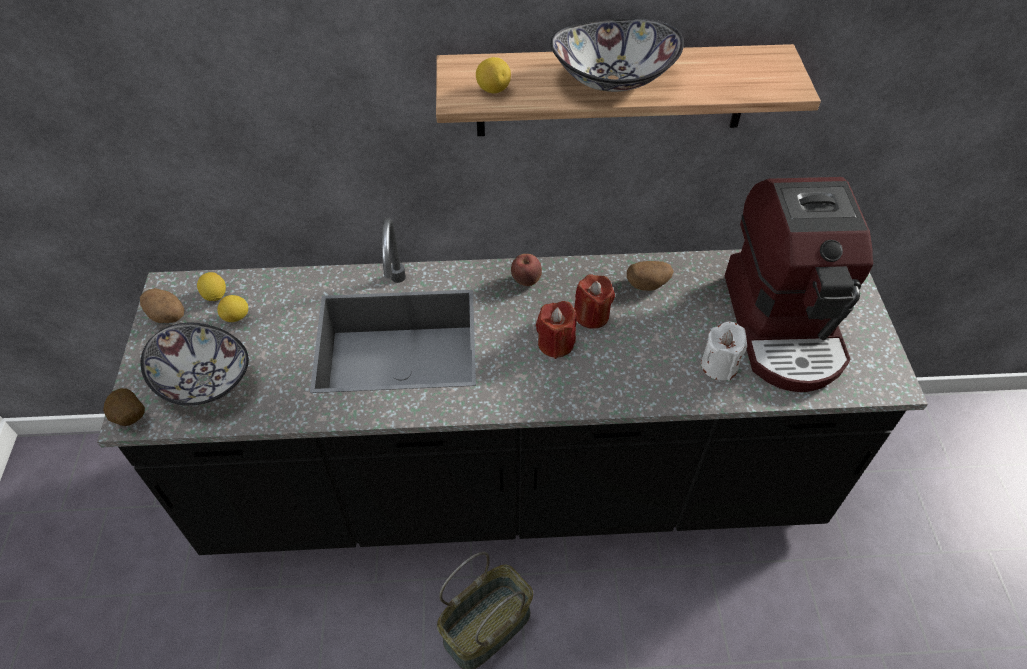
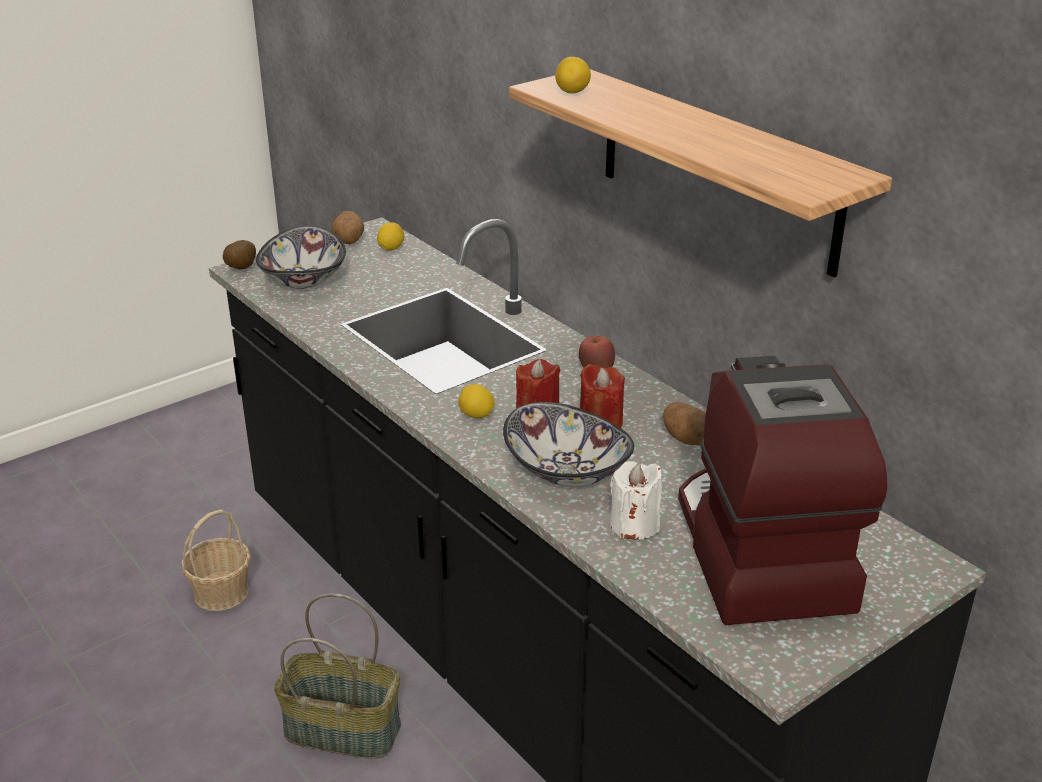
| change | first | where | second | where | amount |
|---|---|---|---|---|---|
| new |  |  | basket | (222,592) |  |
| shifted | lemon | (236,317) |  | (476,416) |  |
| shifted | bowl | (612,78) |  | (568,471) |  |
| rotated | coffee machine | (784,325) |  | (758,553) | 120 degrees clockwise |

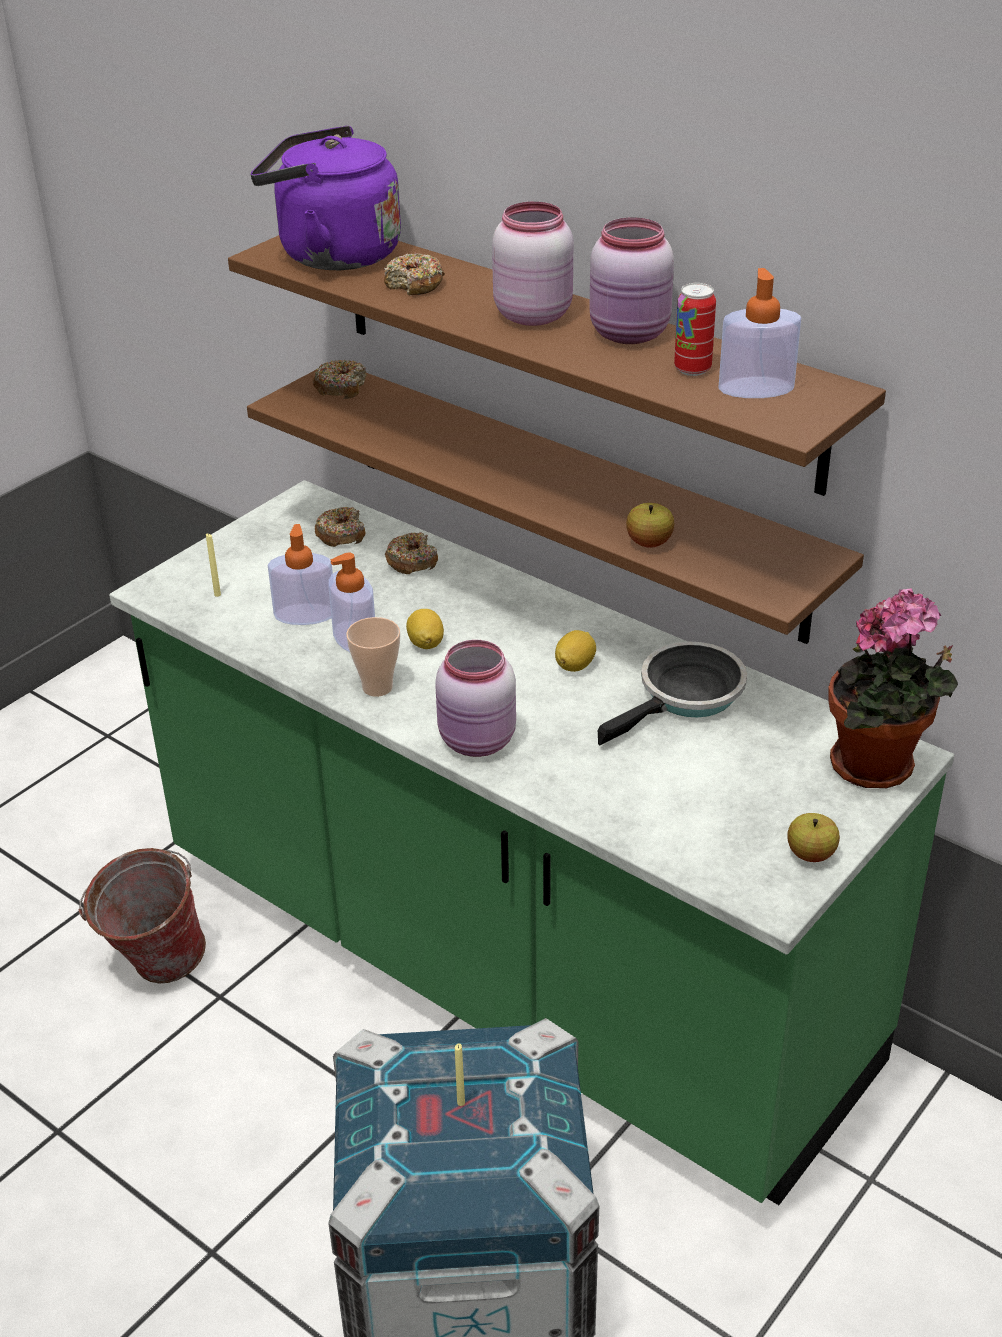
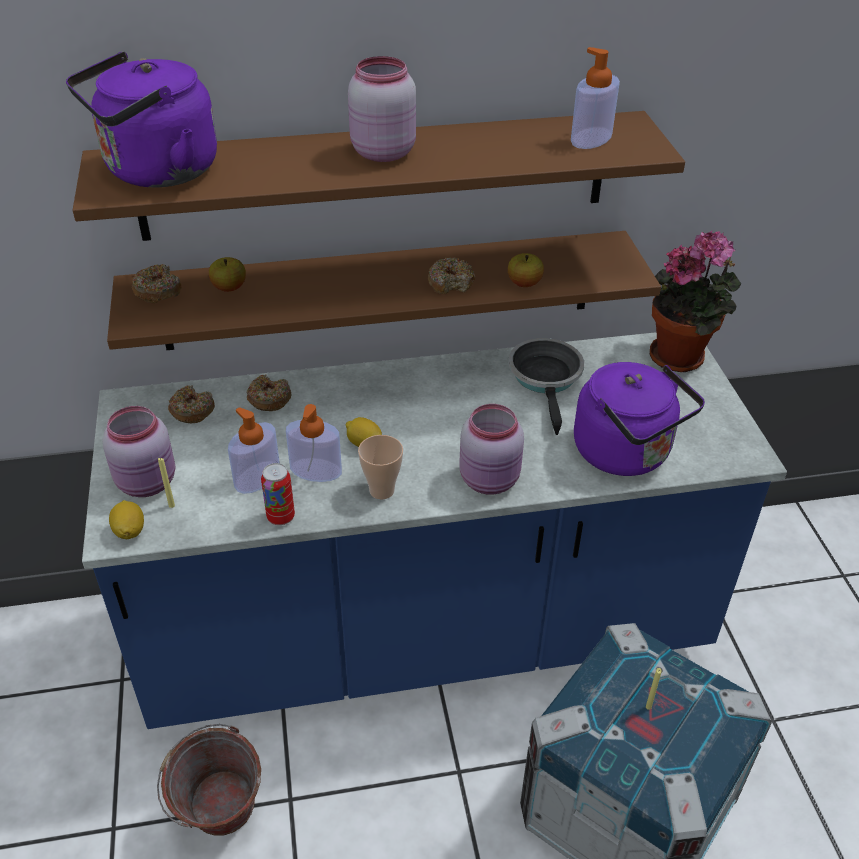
| change | first | where | second | where | amount |
|---|---|---|---|---|---|
| repainted | green counter | (507,965) | blue counter | (426,634) |  |
| shifted | pink jar | (631,334) |  | (148,482) |  |
| shifted | lemon | (575,665) |  | (129,531) |  |
| shifted | apple | (811,854) |  | (229,288) |  |
| shifted | can | (692,369) |  | (281,517) |  |
| shifted | donut | (414,284) |  | (451,283) |  |
| new |  |  | purple kettle | (627,454) |  |

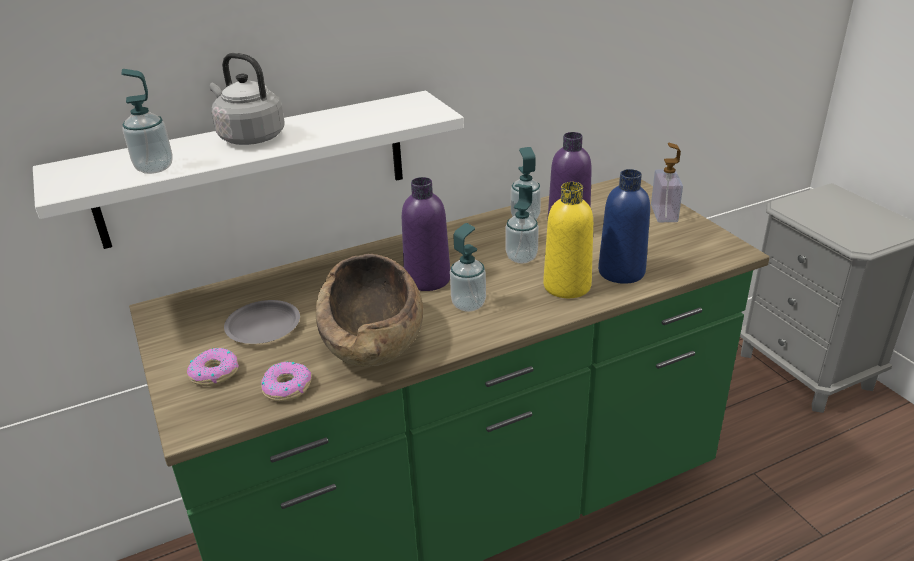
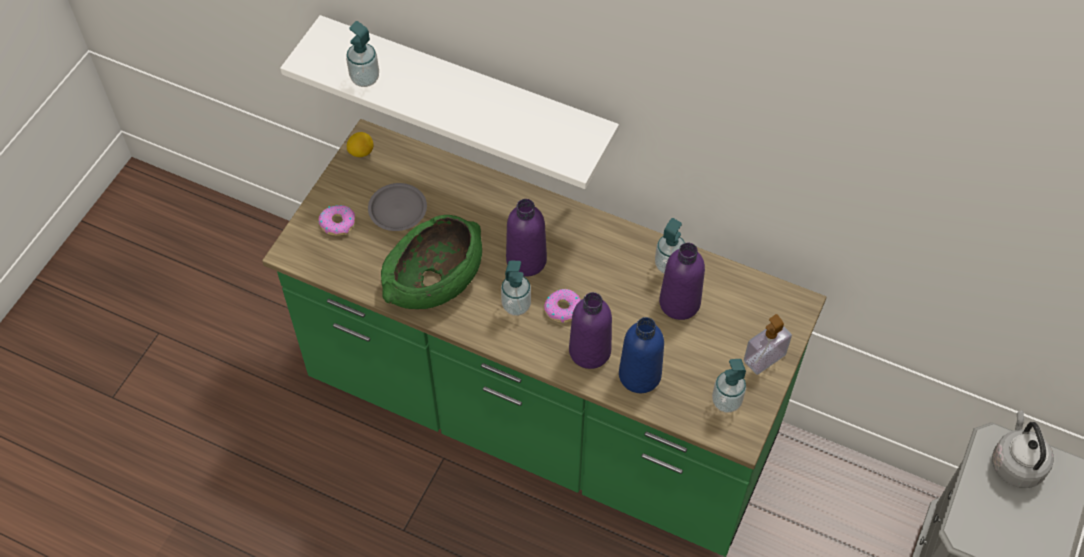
| change | first | where | second | where | amount |
|---|---|---|---|---|---|
| new |  |  | lemon | (361,152) |  |
| repainted | brown bowl | (374,339) | green bowl | (434,279) |  |
| shifted | donut | (287,387) |  | (563,309) |  |
| repainted | yellow bottle | (567,286) | purple bottle | (590,351) |  |
| shifted | soap dispenser | (521,257) |  | (726,401) |  |
| shifted | grey kettle | (249,137) |  | (1016,463) |  |

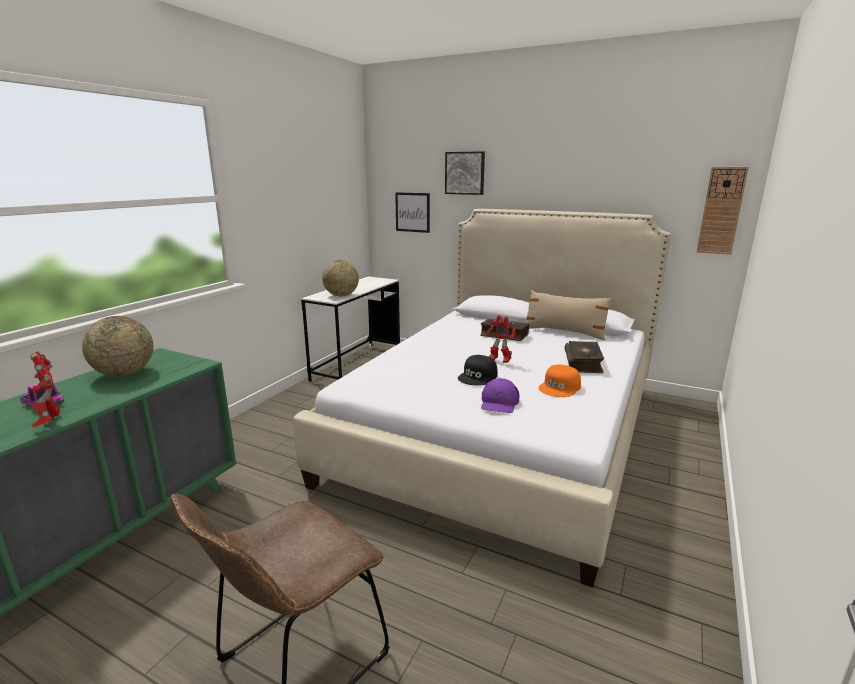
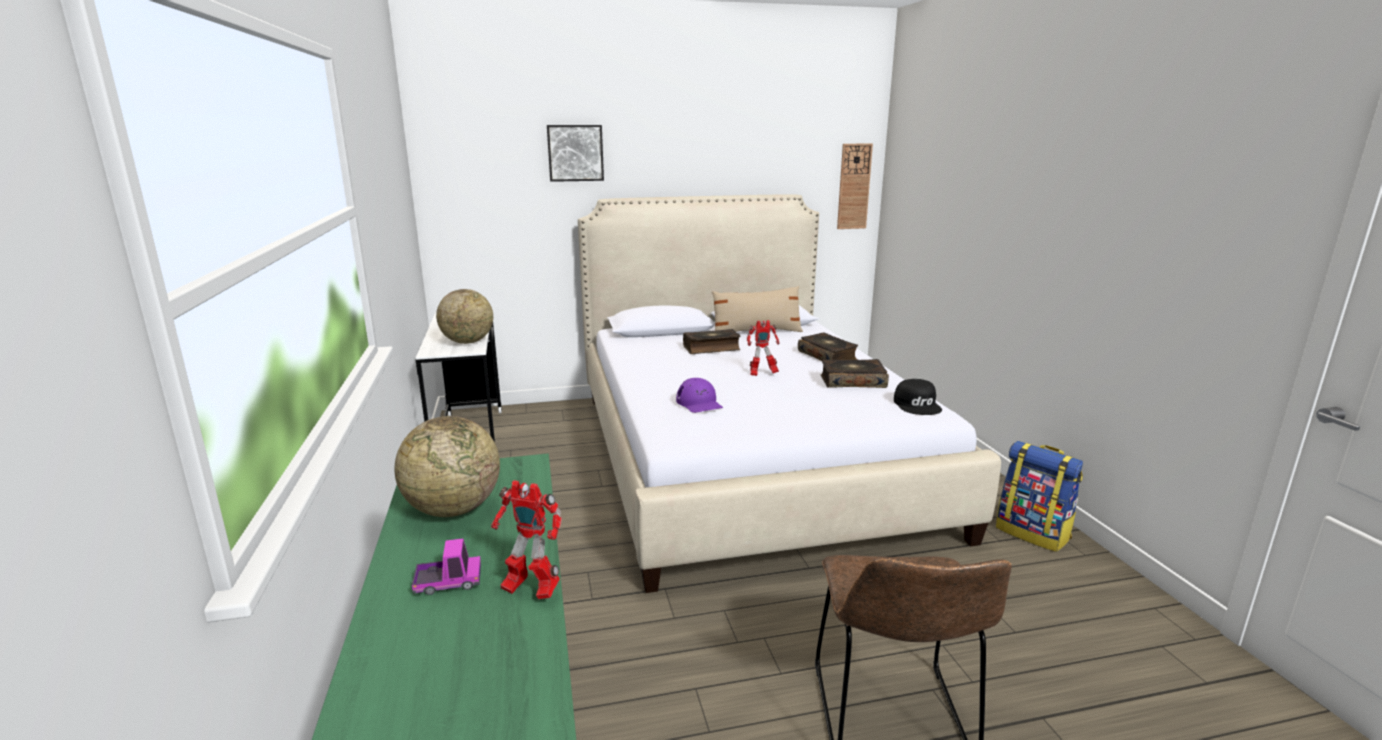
| change | first | where | second | where | amount |
|---|---|---|---|---|---|
| shifted | purple cap | (499,402) |  | (699,403) |  |
| swapped | orange cap | (560,387) | book | (852,382) |  |
| shifted | black cap | (478,377) |  | (918,405) |  |
| new |  |  | backpack | (1033,533) |  |
| gone | picture | (412,212) |  |  |  |

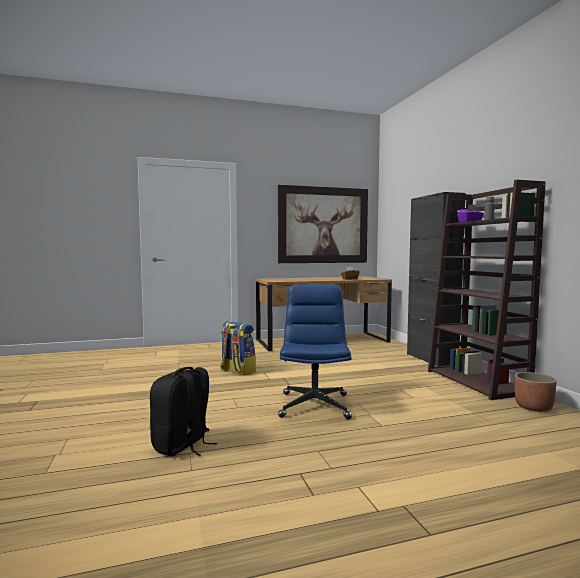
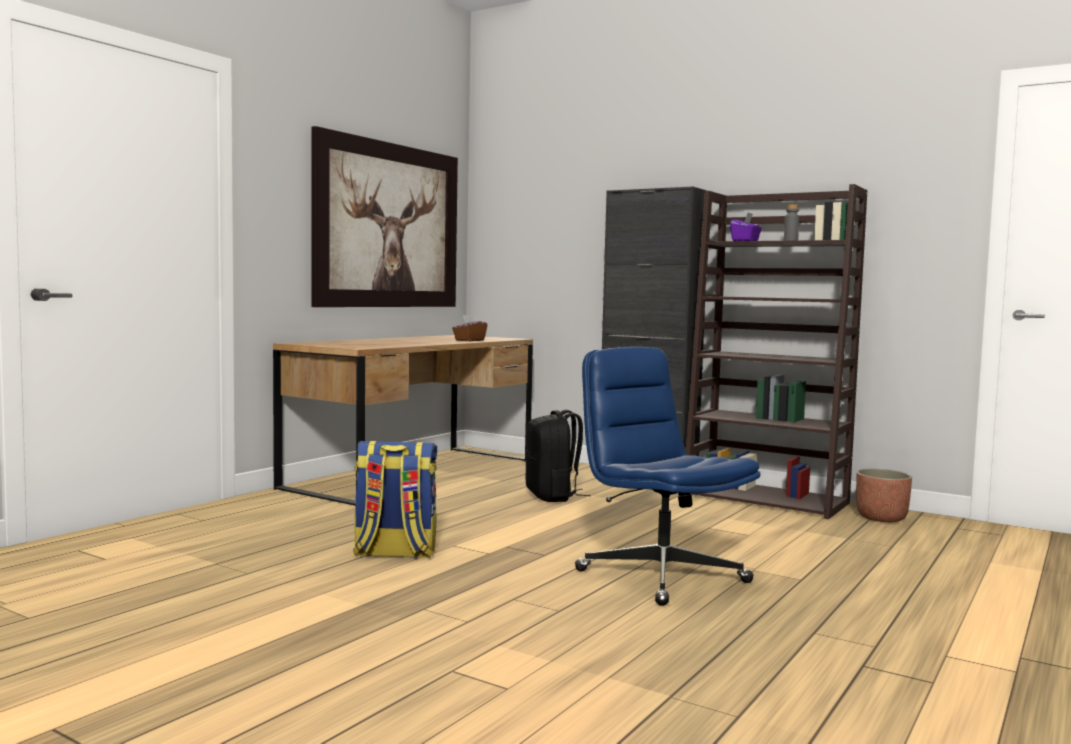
| change | first | where | second | where | amount |
|---|---|---|---|---|---|
| shifted | black backpack | (182,446) |  | (553,496) |  |

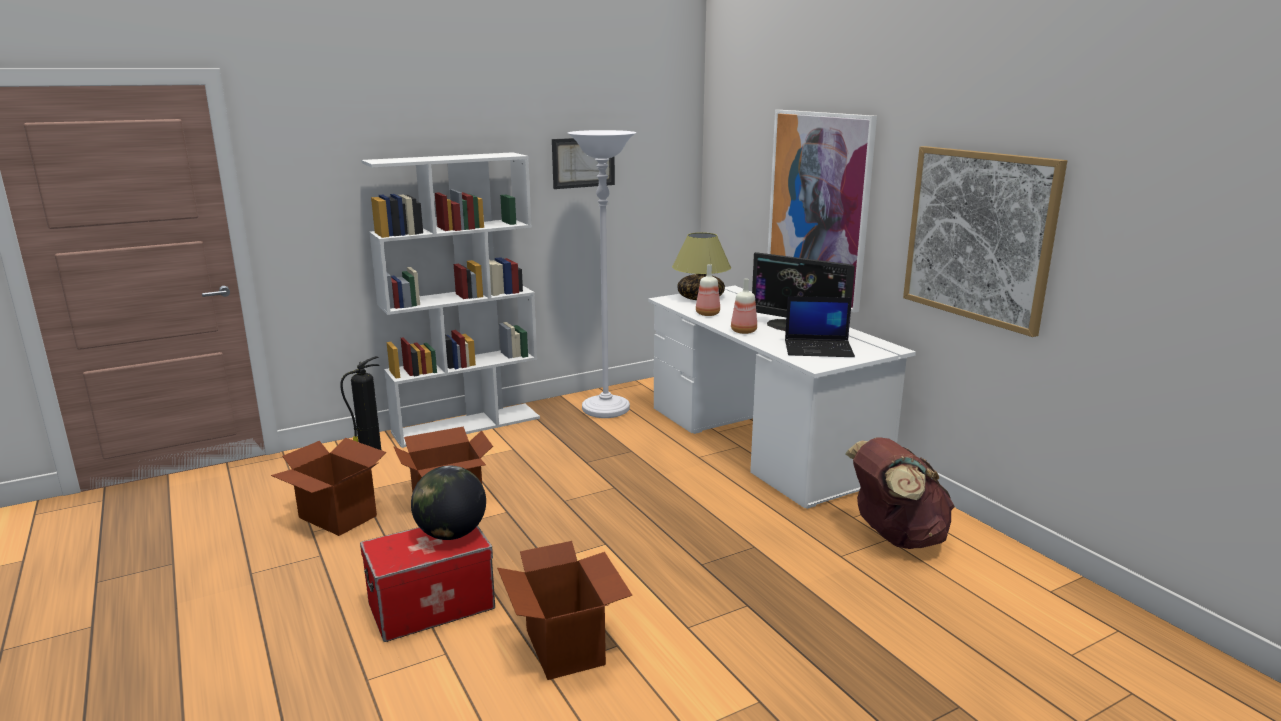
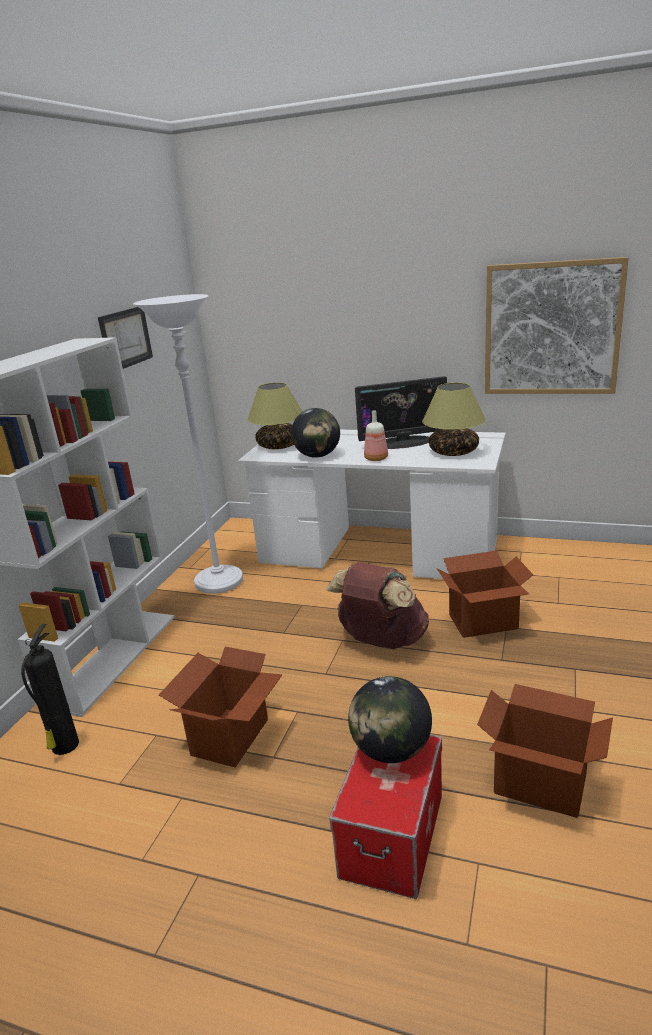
| change | first | where | second | where | amount |
|---|---|---|---|---|---|
| swapped | bottle | (707,314) | globe | (317,456) |  |
| shifted | brown backpack | (895,537) |  | (381,641) |  |
| swapped | laptop | (819,349) | table lamp | (453,452) |  |
| shifted | cardboard box | (337,517) |  | (483,622) |  |
| gone | picture | (818,207) |  |  |  |

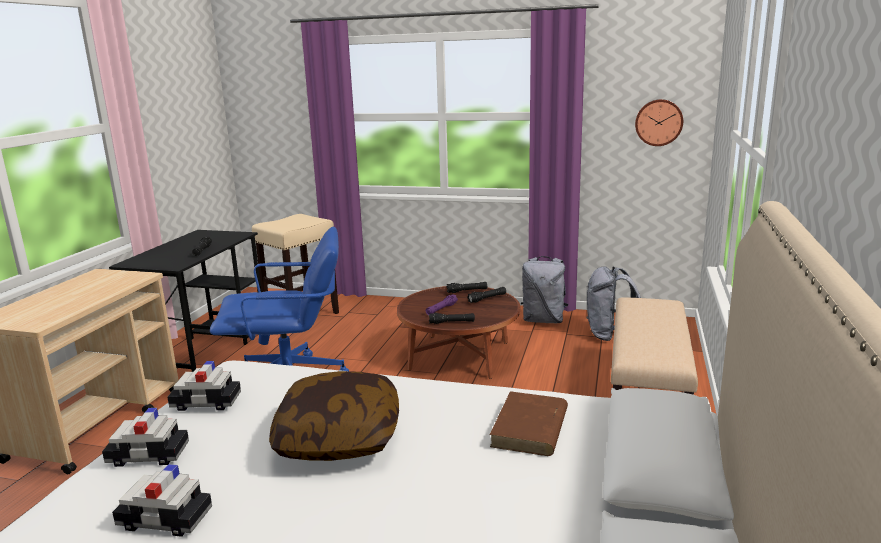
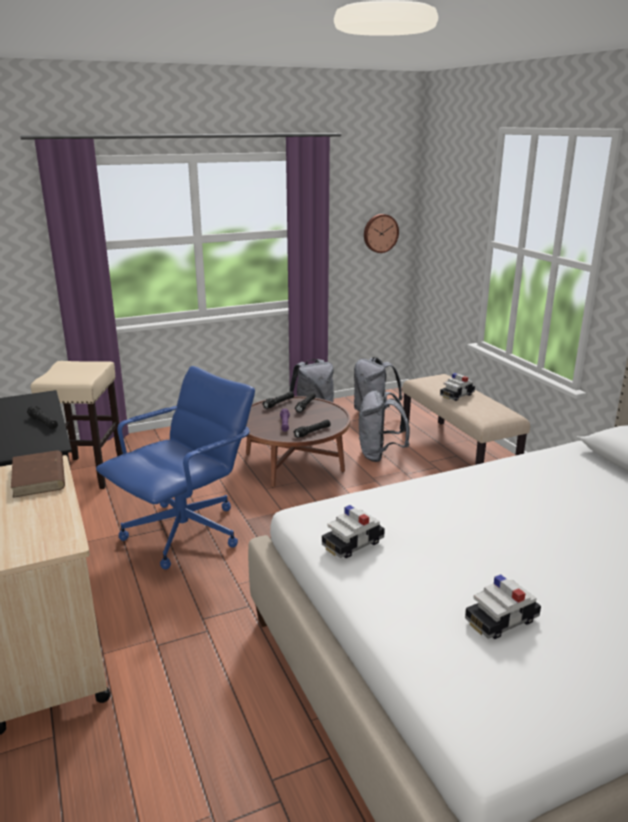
| change | first | where | second | where | amount |
|---|---|---|---|---|---|
| shifted | brown book | (530,428) |  | (39,477) |  |
| new |  |  | grey backpack | (380,455) |  |
| shifted | toy car | (148,455) |  | (456,395) |  |
| gone | pillow | (339,437) |  |  |  |

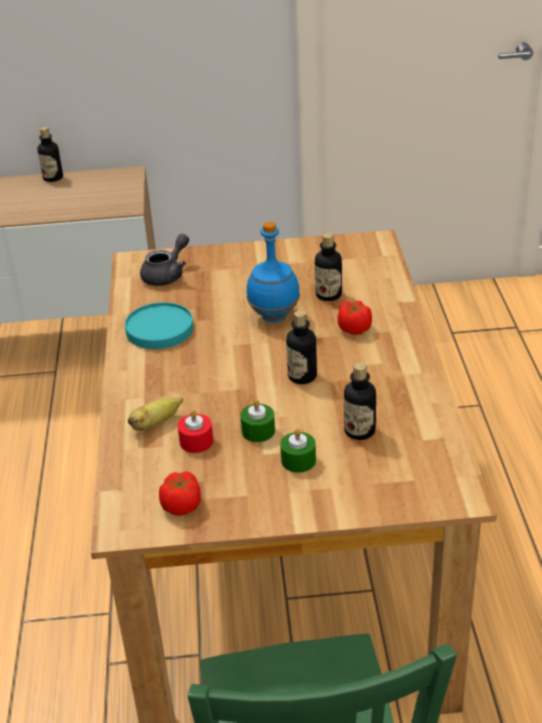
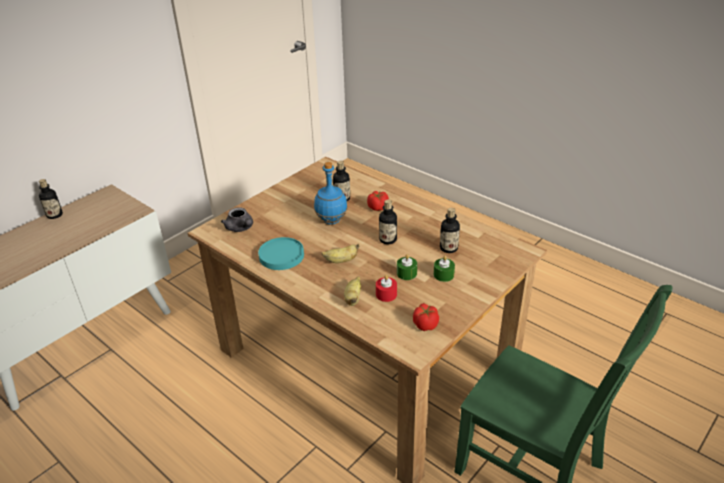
| change | first | where | second | where | amount |
|---|---|---|---|---|---|
| rotated | grey teapot | (167,275) |  | (241,228) | 150 degrees clockwise |
| new |  |  | banana | (341,261) |  |

